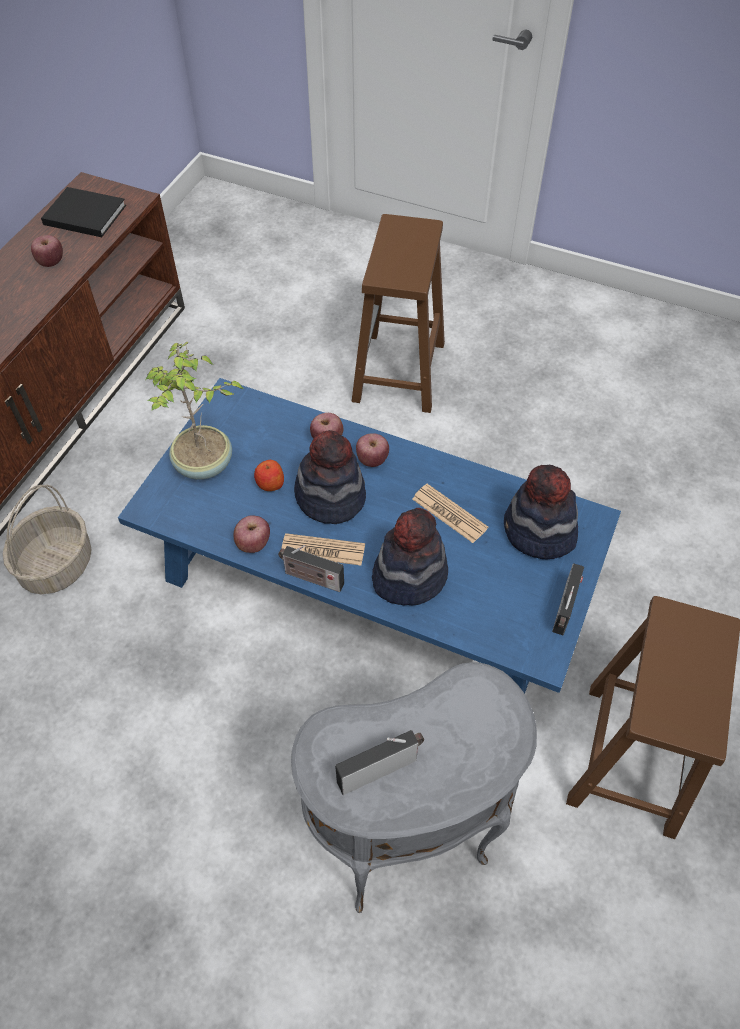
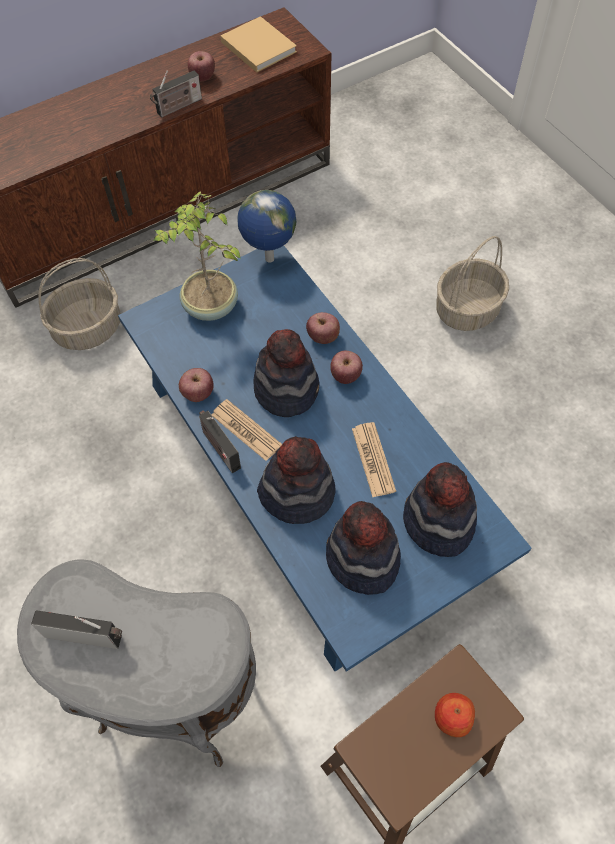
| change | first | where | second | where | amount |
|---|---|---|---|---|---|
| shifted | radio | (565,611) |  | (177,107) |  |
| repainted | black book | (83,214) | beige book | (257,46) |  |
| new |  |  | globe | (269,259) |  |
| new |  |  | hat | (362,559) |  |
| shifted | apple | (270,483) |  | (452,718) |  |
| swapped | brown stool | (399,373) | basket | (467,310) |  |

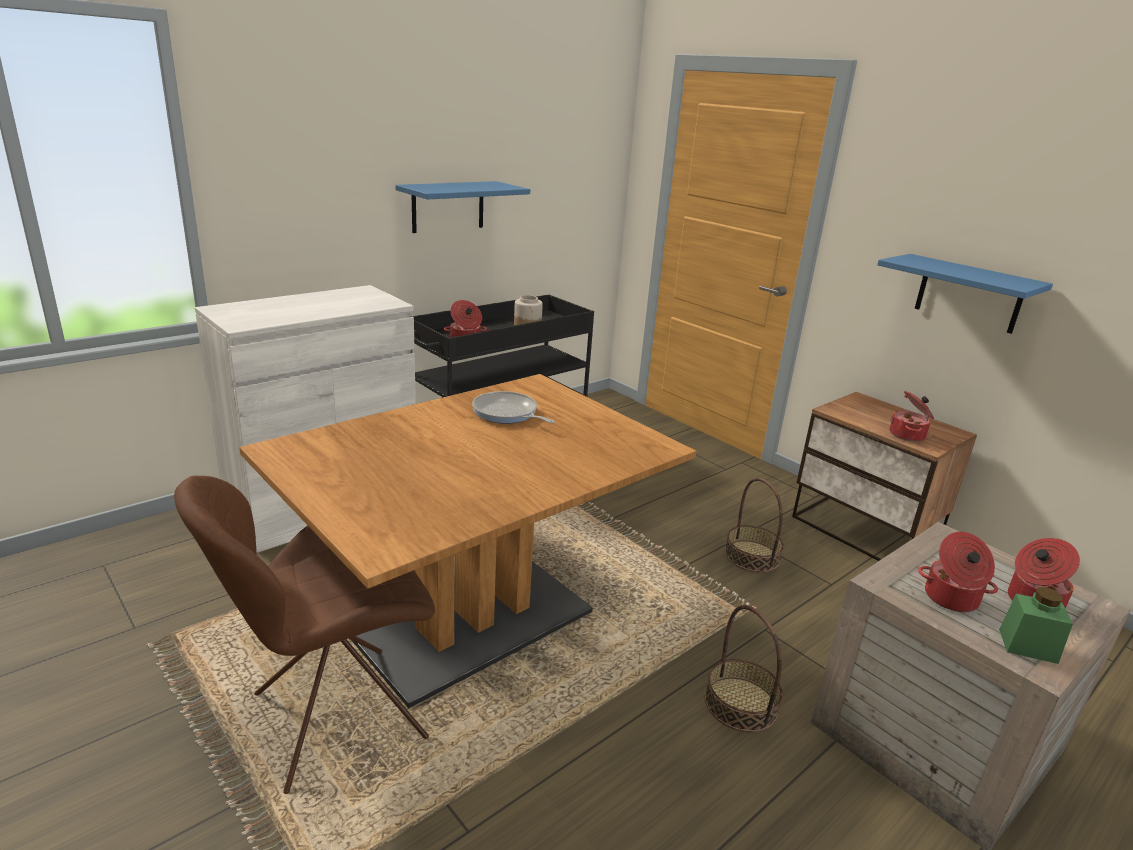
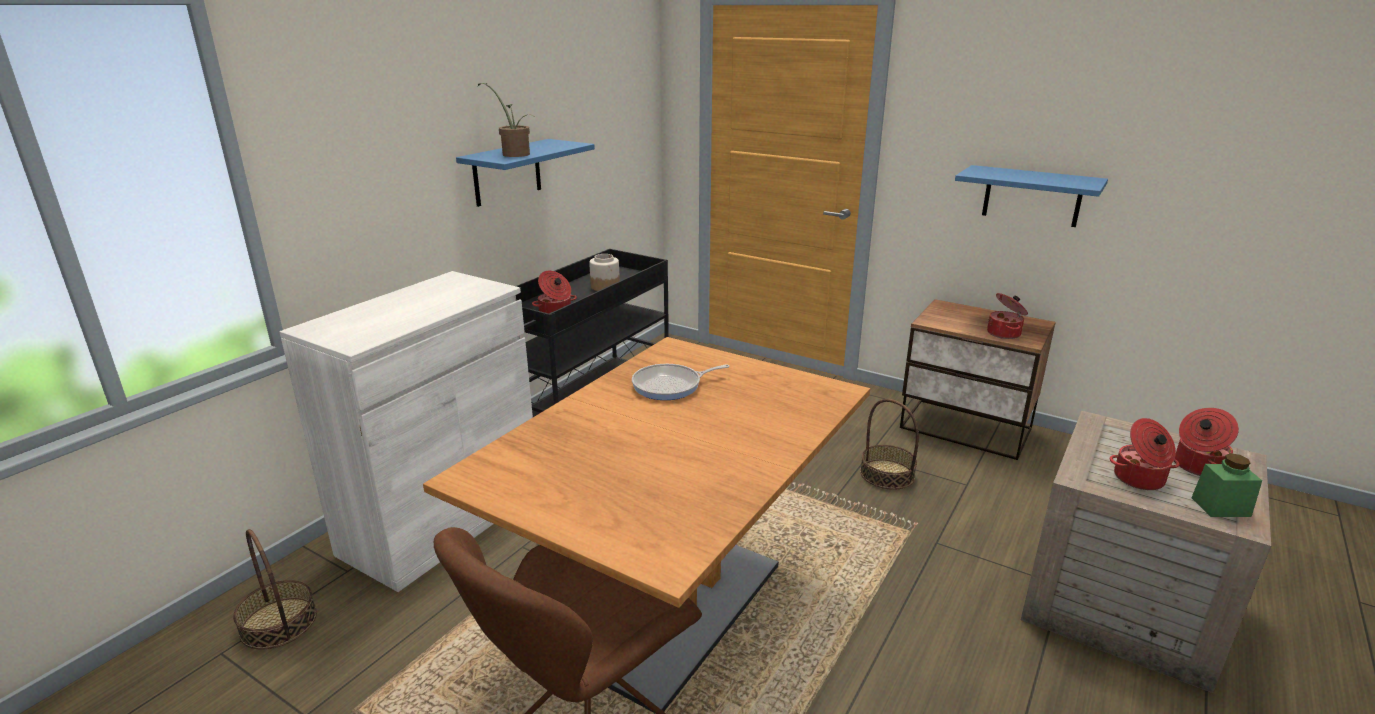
| change | first | where | second | where | amount |
|---|---|---|---|---|---|
| shifted | basket | (741,704) |  | (279,623) |  |
| new |  |  | potted plant | (513,154) |  |
| rotated | frying pan | (507,413) |  | (670,386) | 45 degrees counterclockwise |

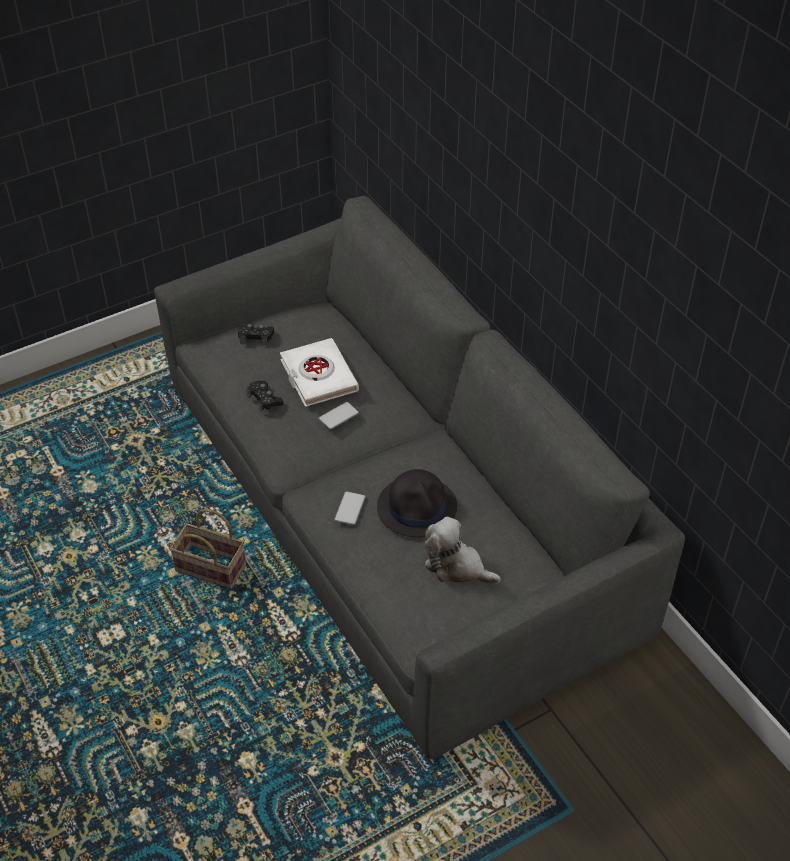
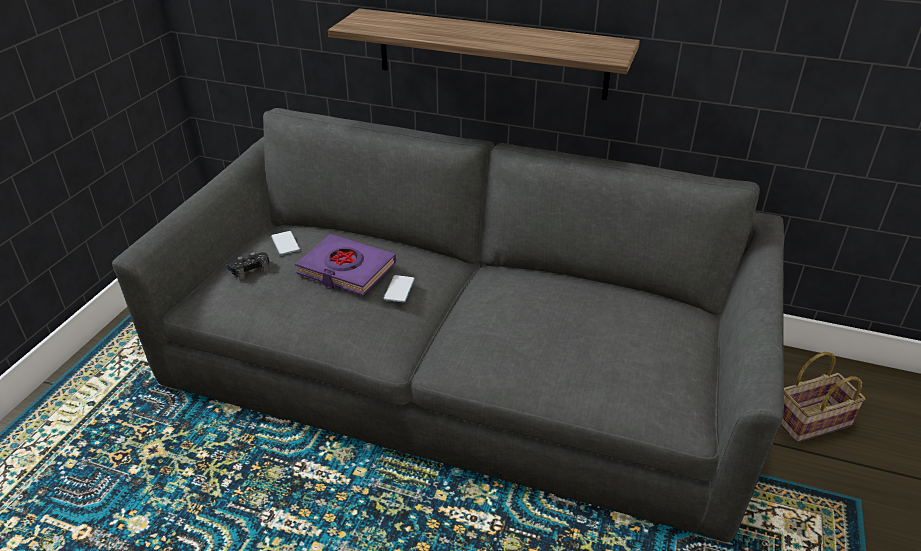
| change | first | where | second | where | amount |
|---|---|---|---|---|---|
| shifted | phone | (350,509) |  | (285,243) |  |
| repainted | white book | (318,377) | purple book | (346,269) |  |
| new |  |  | shelf | (491,54) |  |
| shifted | basket | (208,569) |  | (811,423) |  |
| gone | black game controller | (264,399) |  |  |  |
| gone | black hat | (417,507) |  |  |  |
| gone | plush toy | (457,566) |  |  |  |

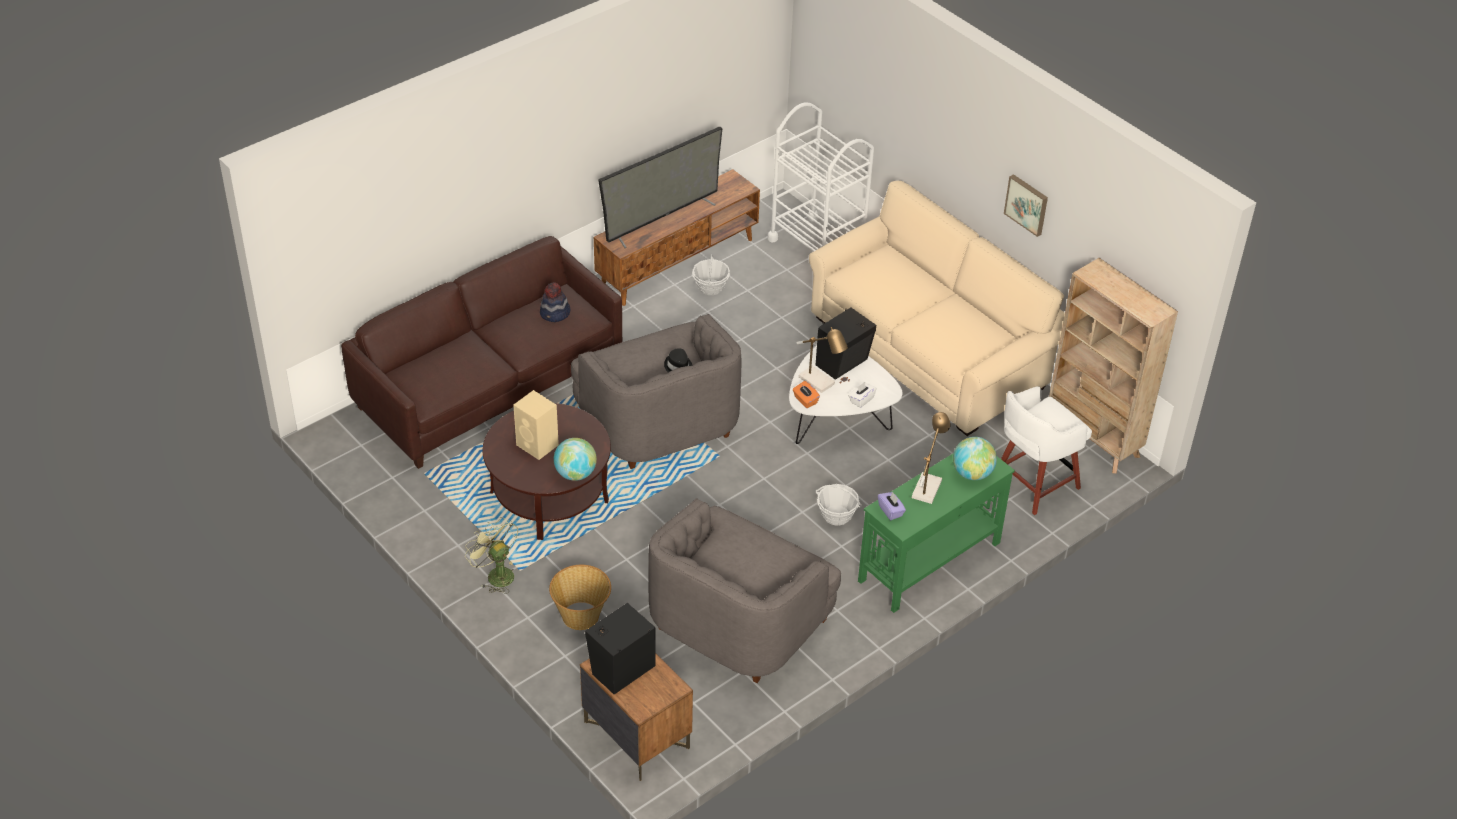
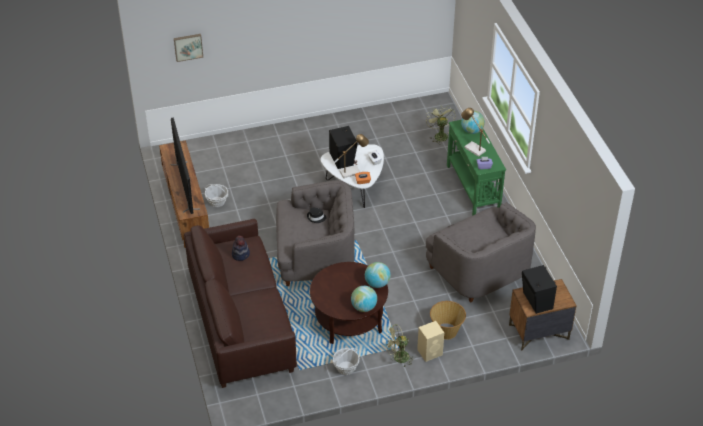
| change | first | where | second | where | amount |
|---|---|---|---|---|---|
| shifted | picture | (1027,204) |  | (188,46) |  |
| shifted | basket | (836,515) |  | (346,368) |  |
| new |  |  | globe | (364,307) |  |
| shifted | beige speaker | (538,445) |  | (430,352) |  |
| swapped | white stool | (1033,484) | green fan | (439,135) |  |
| gone | white cart | (817,247) |  |  |  |
| gone | beige sofa | (927,353) |  |  |  |
| gone | beige bookcase | (1093,439) |  |  |  |

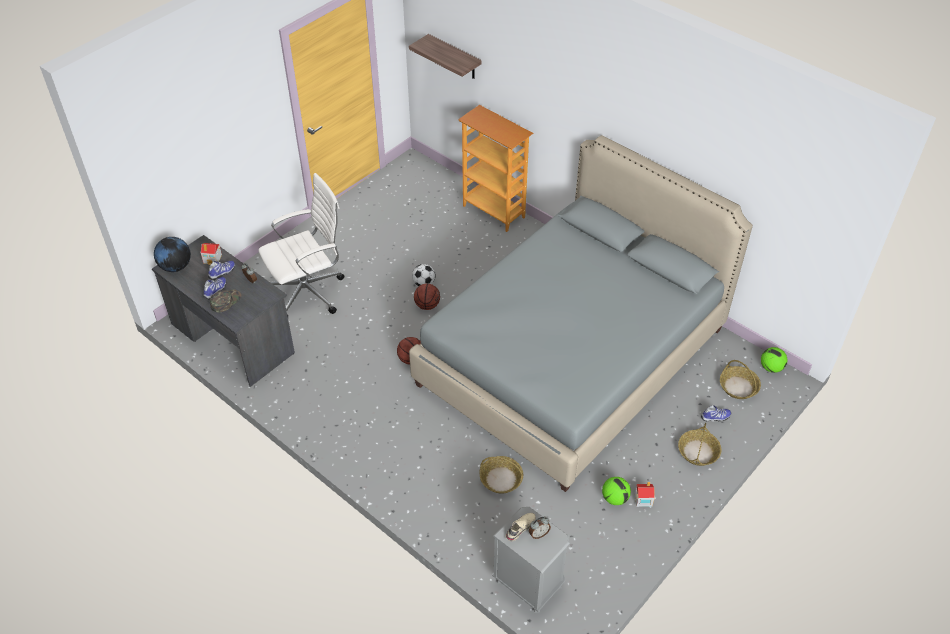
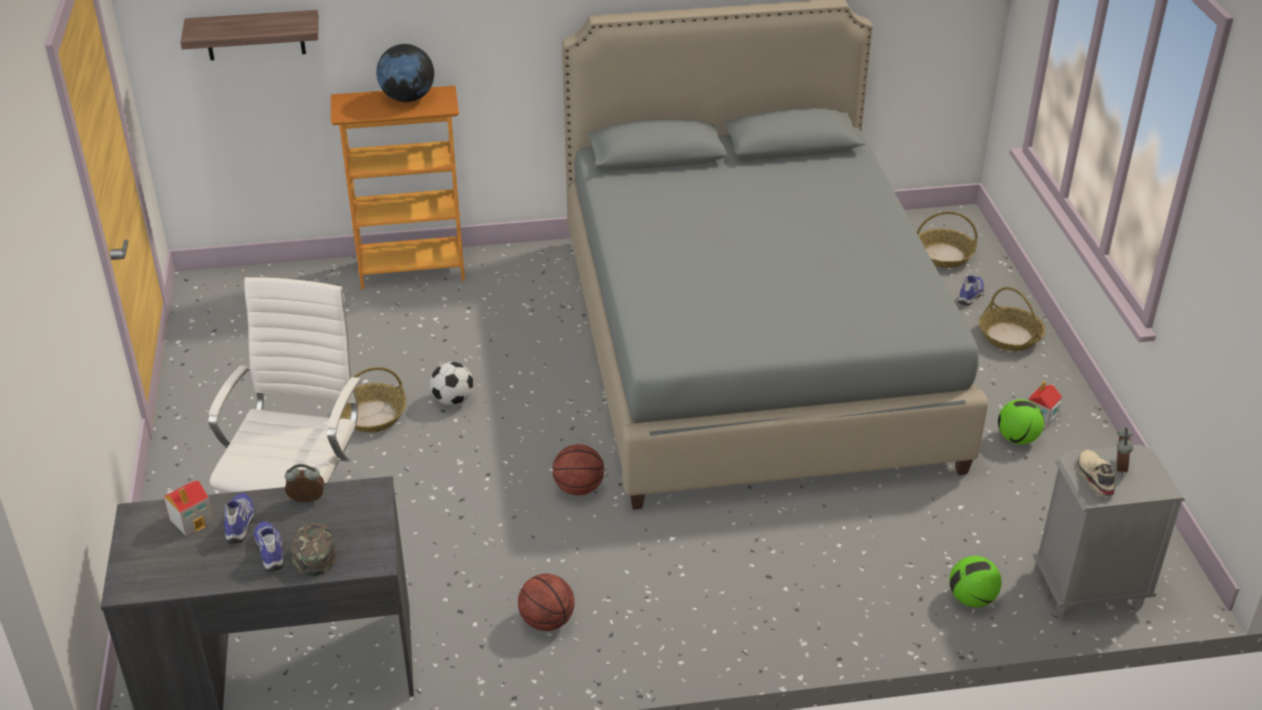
| change | first | where | second | where | amount |
|---|---|---|---|---|---|
| shifted | basket | (501,479) |  | (373,415) |  |
| shifted | globe | (176,266) |  | (407,98) |  |
| shifted | basketball | (427,305) |  | (546,621) |  |
| shifted | football | (771,367) |  | (971,599) |  |

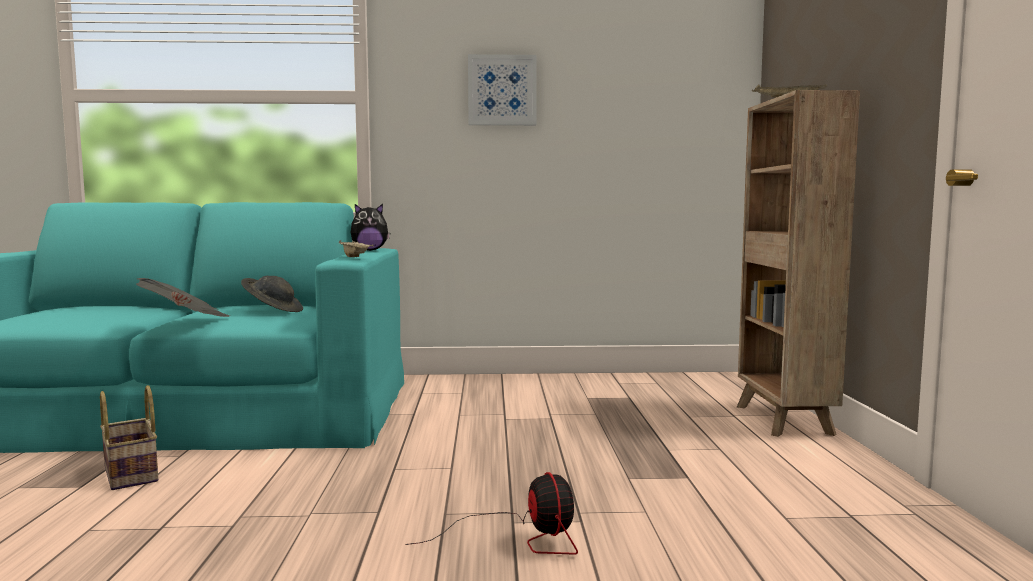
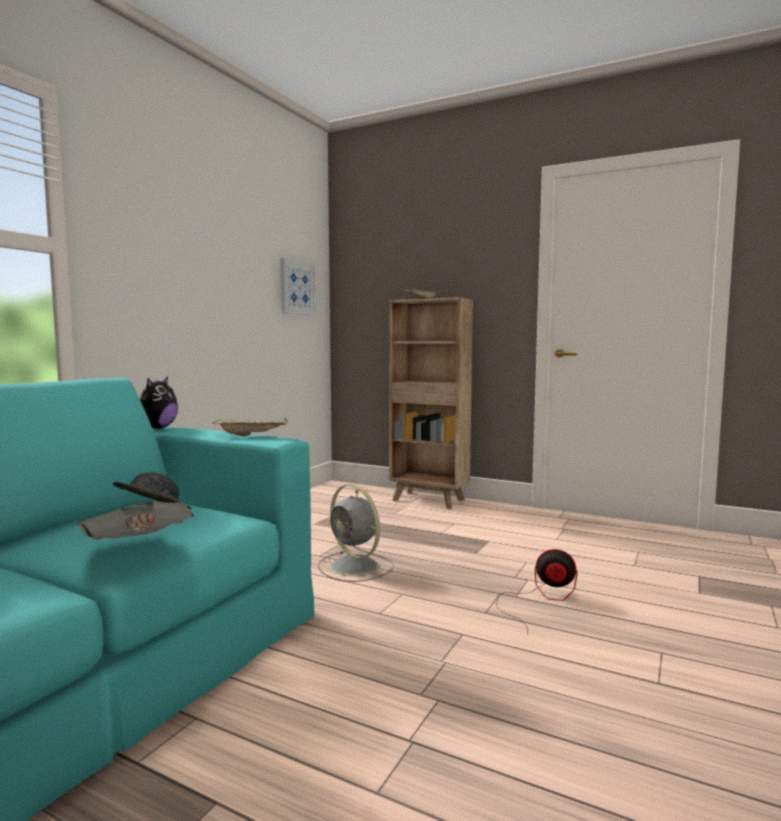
| change | first | where | second | where | amount |
|---|---|---|---|---|---|
| shifted | picture | (502,90) |  | (297,288) |  |
| new |  |  | grey fan | (356,567) |  |
| gone | basket | (133,474) |  |  |  |

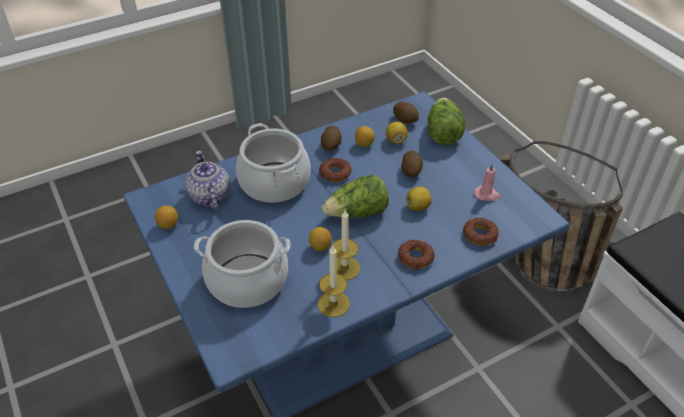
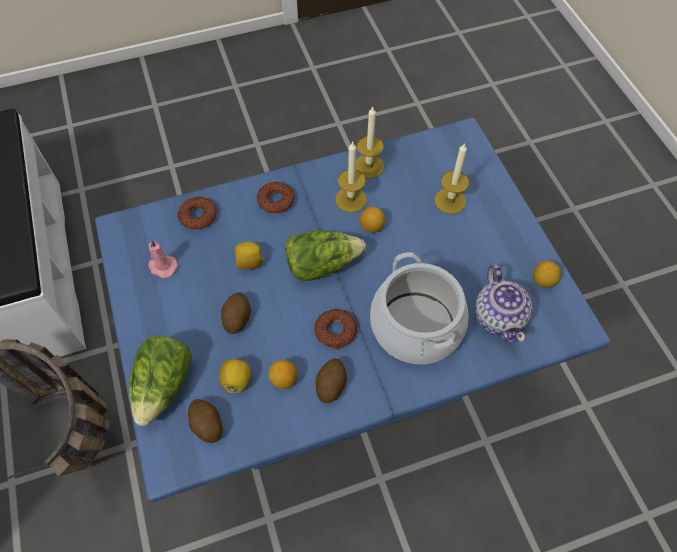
| change | first | where | second | where | amount |
|---|---|---|---|---|---|
| swapped | cooking pot | (247,280) | candle | (450,201) |  |

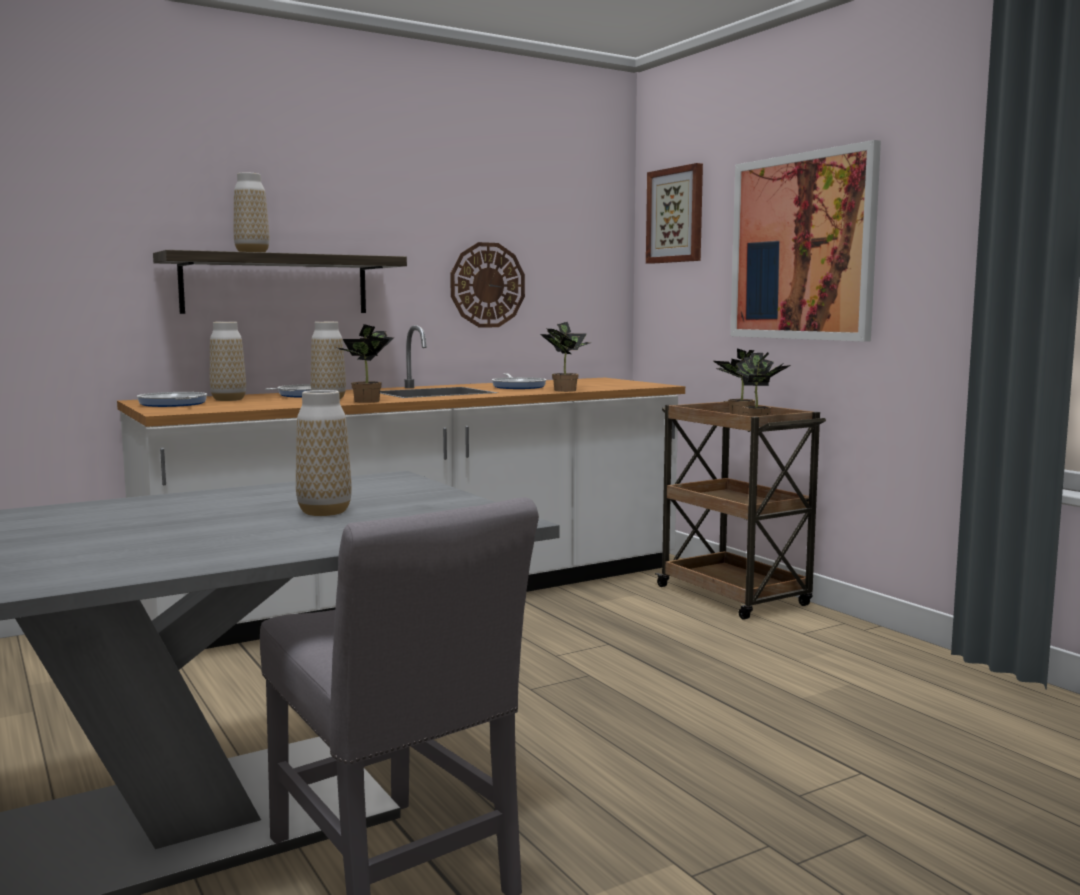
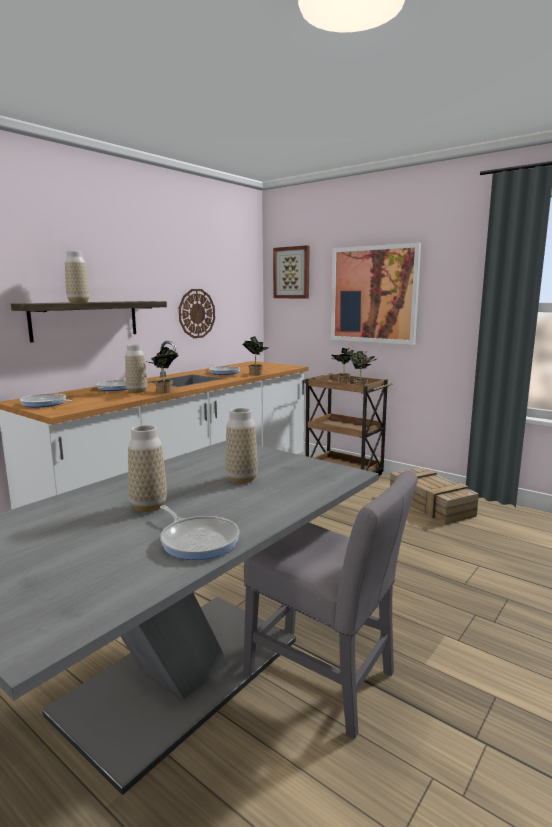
| change | first | where | second | where | amount |
|---|---|---|---|---|---|
| shifted | vase | (228,399) |  | (149,507) |  |
| new |  |  | frying pan | (198,540) |  |
| new |  |  | crate | (432,504) |  |

